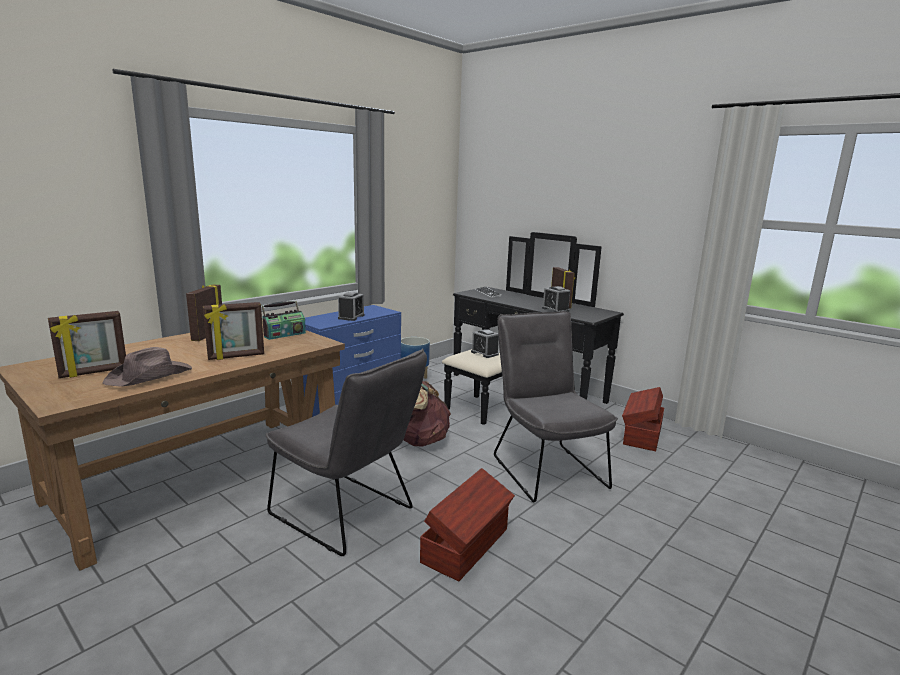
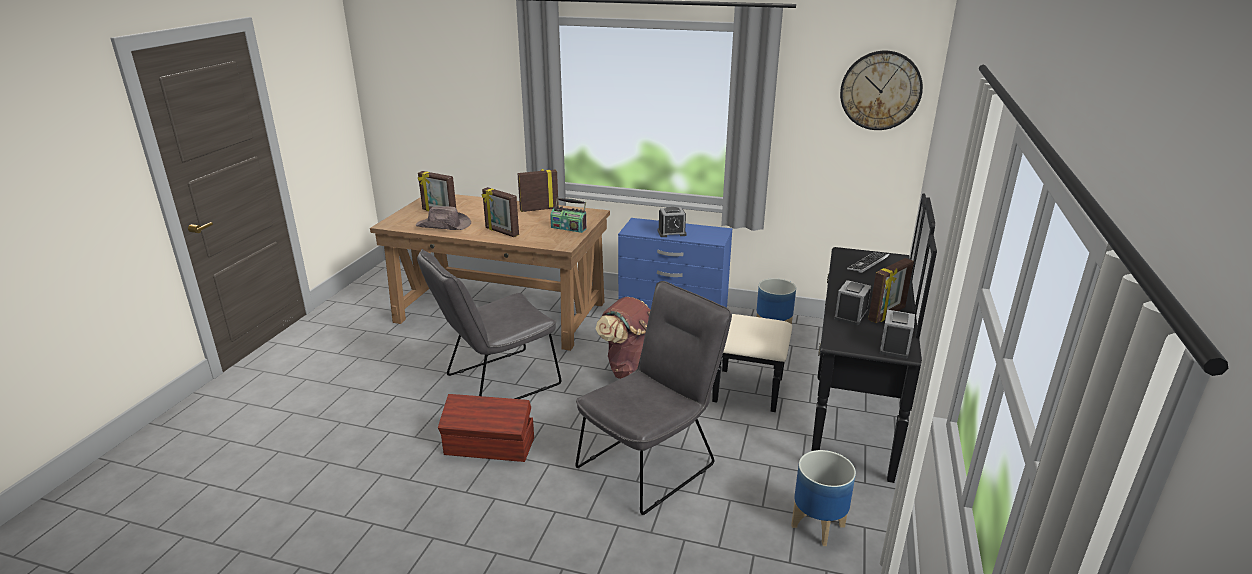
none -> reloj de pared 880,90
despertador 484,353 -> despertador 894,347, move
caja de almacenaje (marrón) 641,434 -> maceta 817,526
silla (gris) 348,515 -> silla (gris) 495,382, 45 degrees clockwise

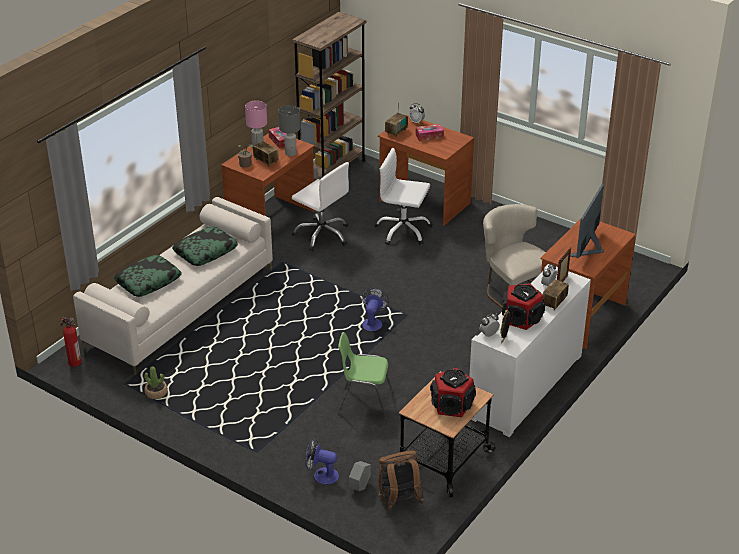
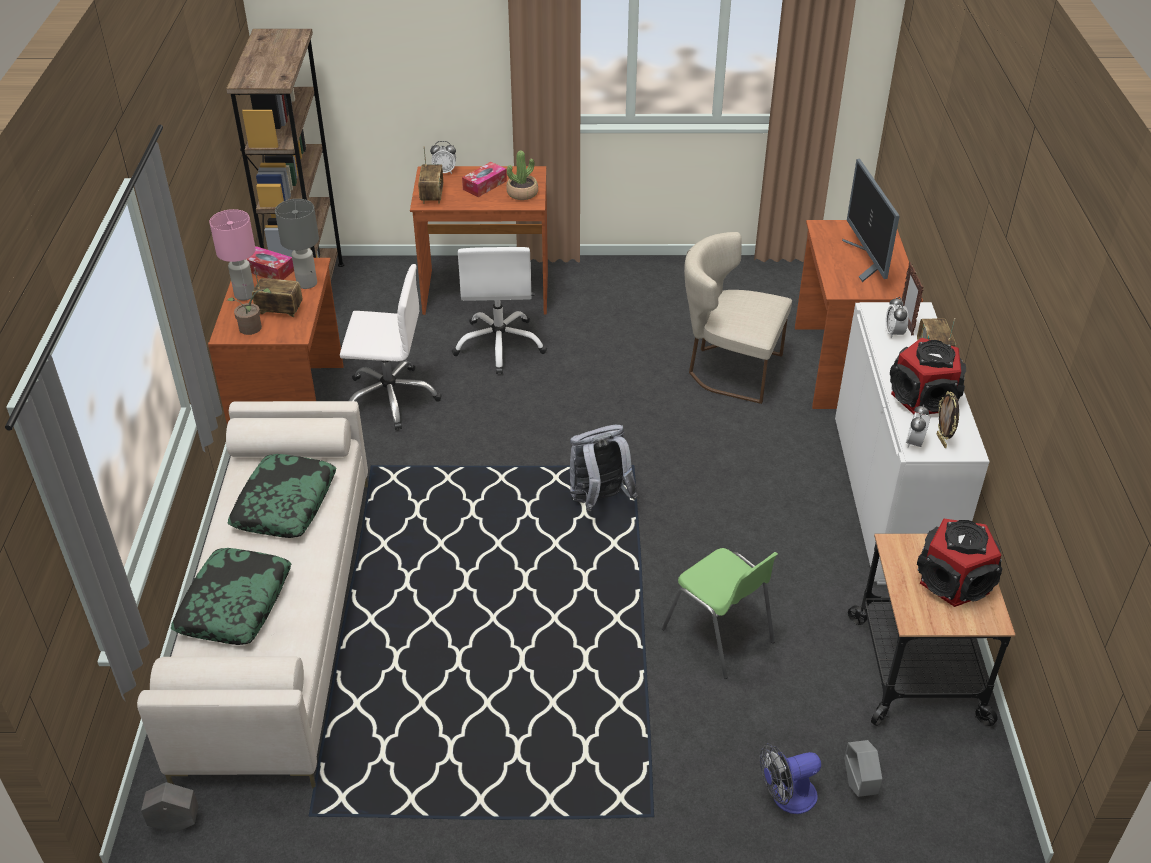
mochila (marrón) 398,502 -> none
planta en maceta 156,393 -> planta en maceta 522,193, move
extintor 74,362 -> maceta (gris) 176,823
ventilador 373,322 -> mochila (gris) 599,500
silla (verde) 364,403 -> silla (verde) 719,636, 105 degrees counterclockwise
silla de oficina (blanco) 403,231 -> silla de oficina (blanco) 500,345, 75 degrees counterclockwise

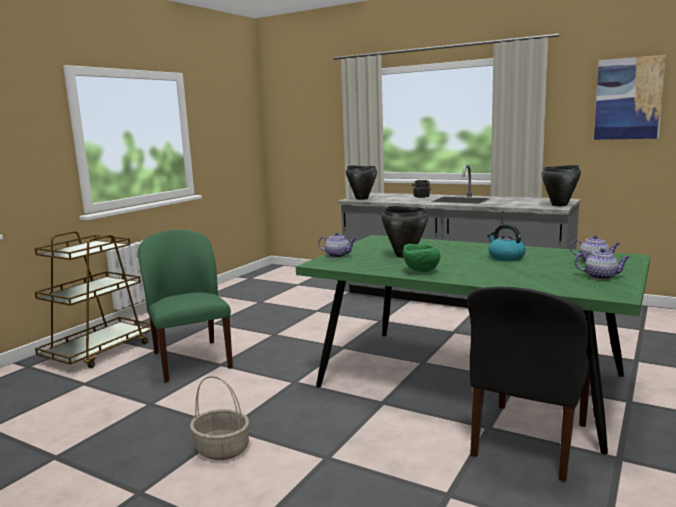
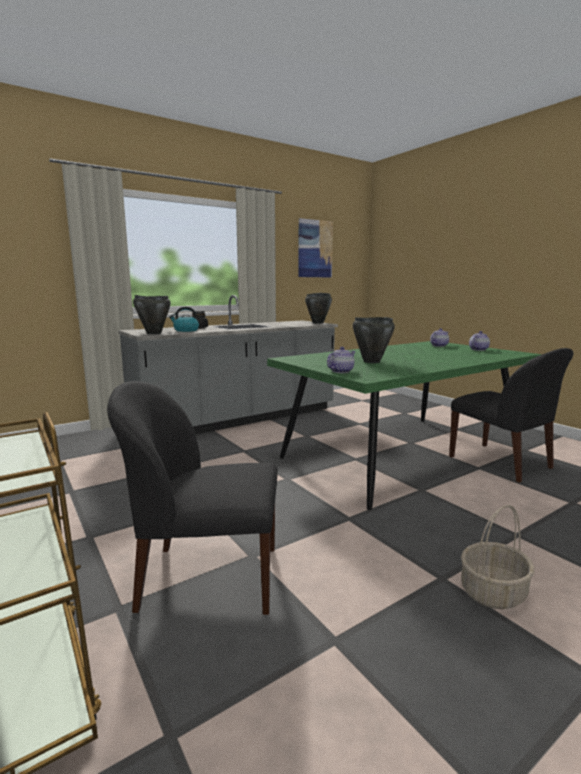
cuenco (verde) 420,271 -> none
hervidor 505,257 -> hervidor 186,330, move
silla (verde) 191,360 -> silla (negro) 207,578

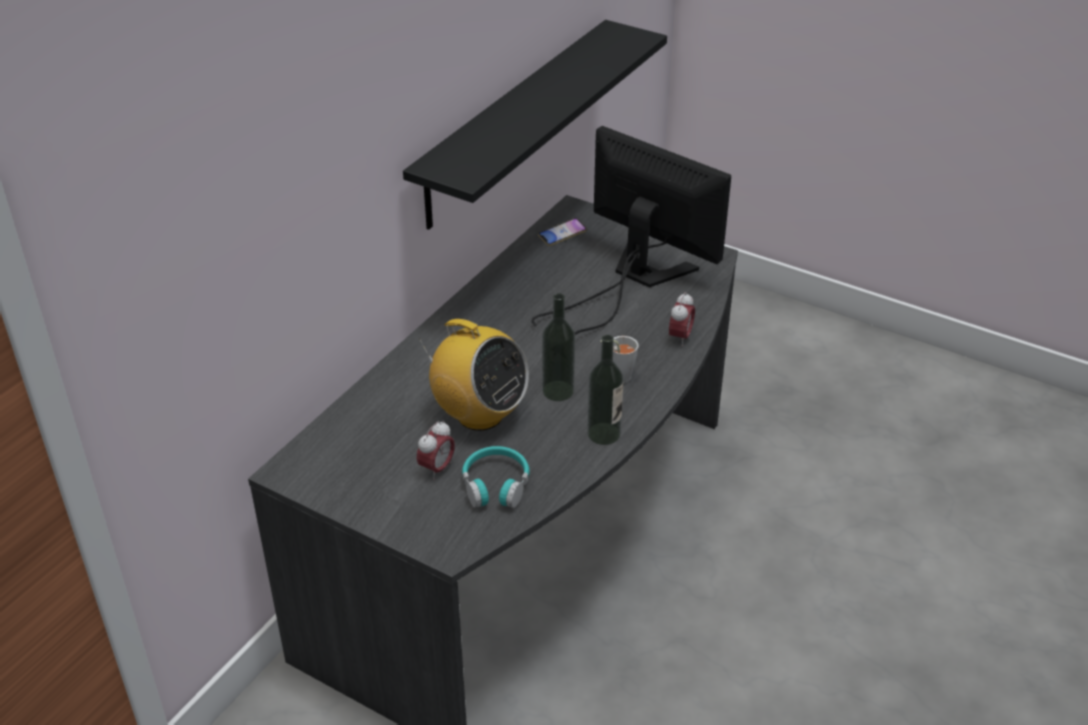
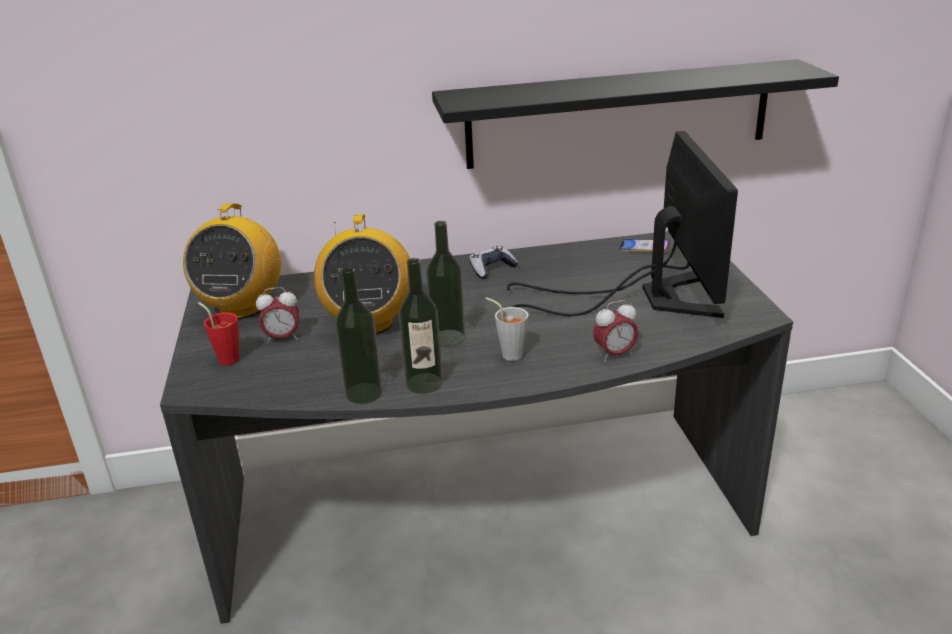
auriculares (turquesa) 495,485 -> none
none -> radio 242,308
none -> taza (rojo) 226,358
none -> botella 364,393
none -> mando de consola 492,269

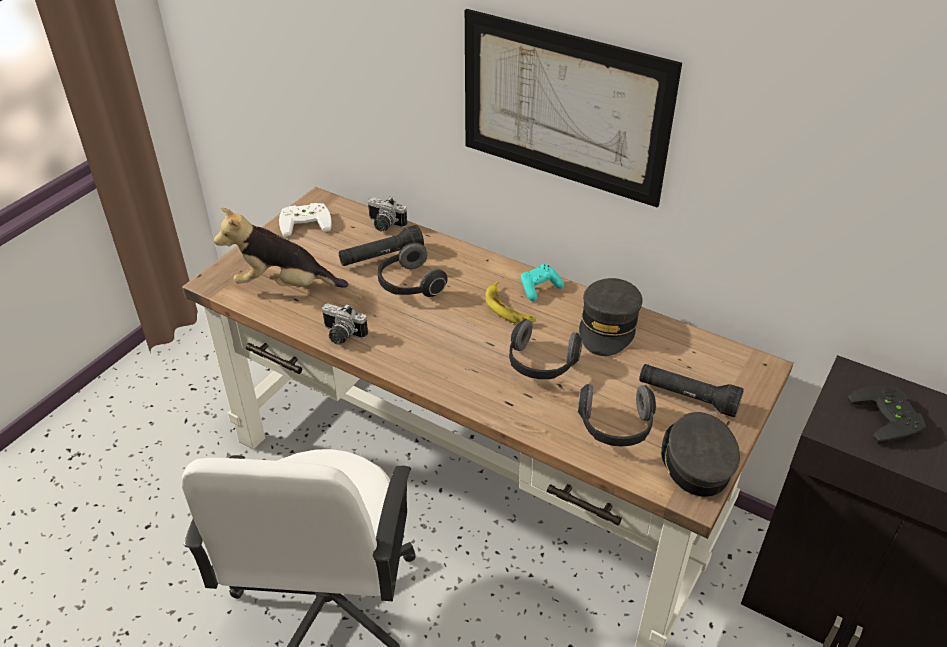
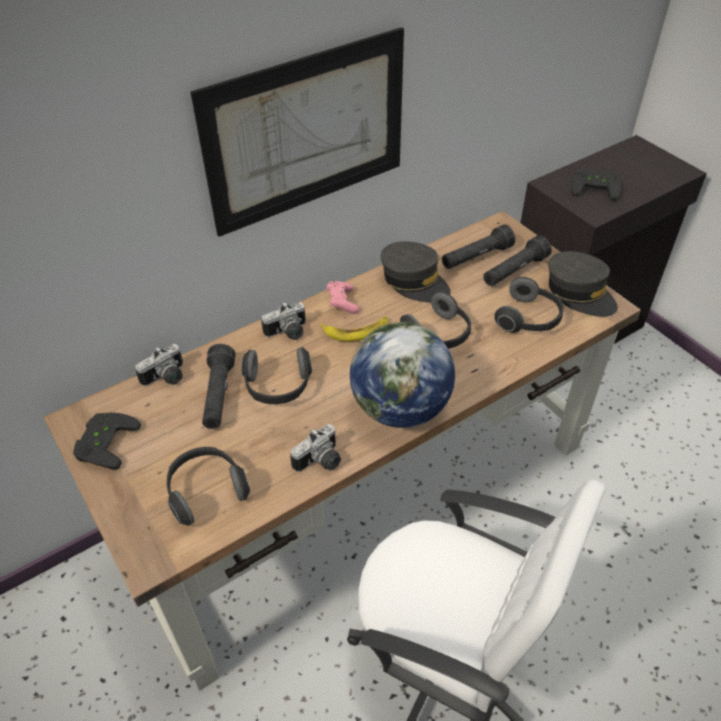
none -> cámara 288,333
none -> globo terráqueo 400,409
none -> linterna (negro) 476,257
peluche 284,285 -> auriculares 206,491
mando de consola (blanco) 305,221 -> mando de consola (negro) 103,442
mando de consola (turquesa) 539,288 -> mando de consola (rosa) 342,303
gorra (gris) 695,462 -> gorra (gris) 579,293, 150 degrees counterclockwise

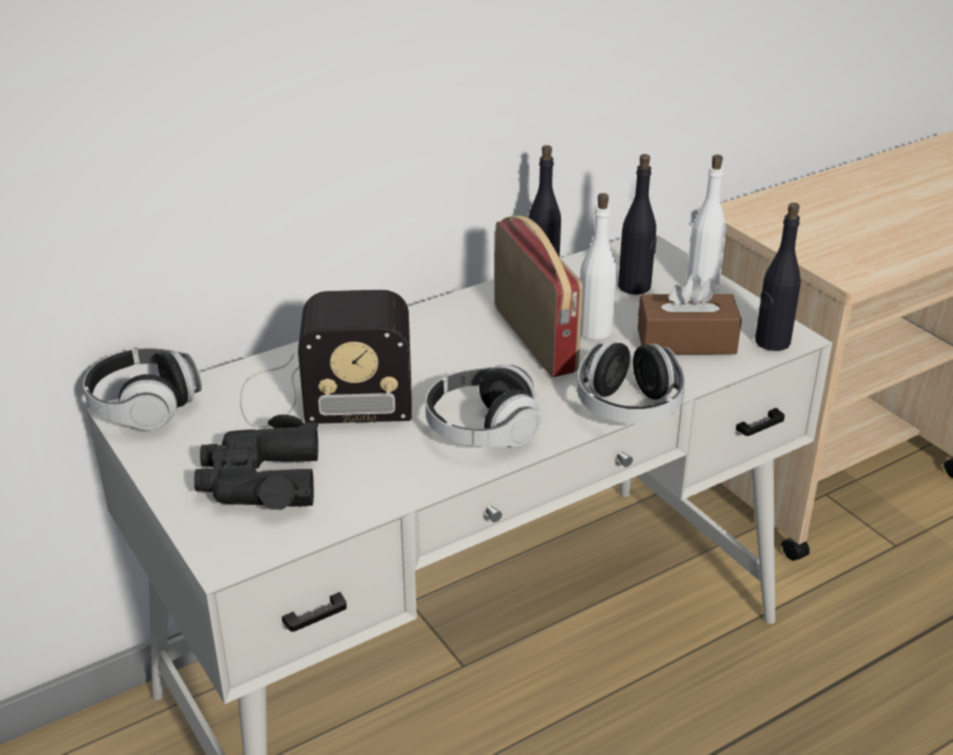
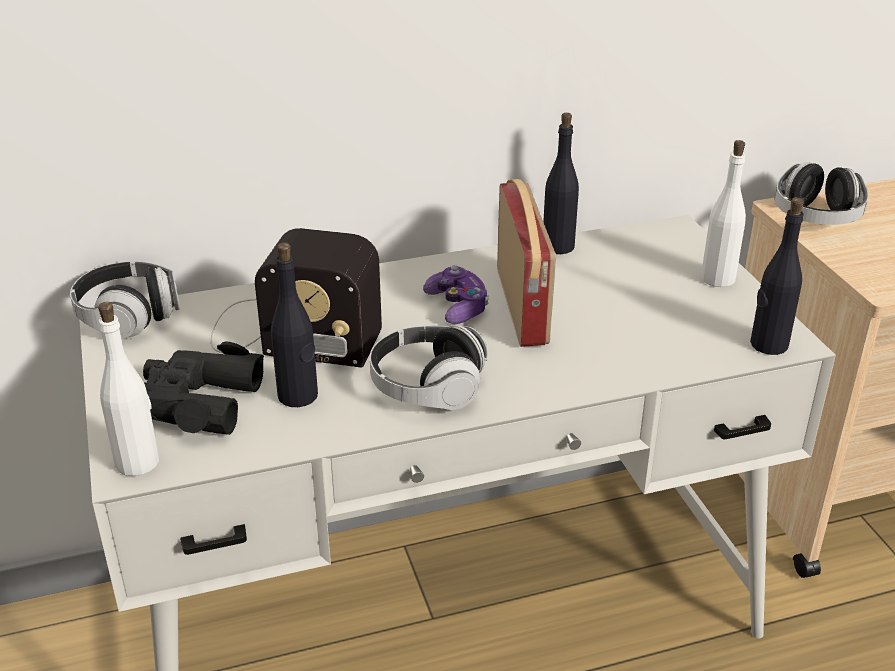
caja de pañuelos (marrón) 686,341 -> none
none -> mando de consola 457,306
auriculares 628,407 -> auriculares 816,217, move
botella (blanco) 595,330 -> botella (blanco) 138,462, move
botella (negro) 635,287 -> botella (negro) 298,396, move

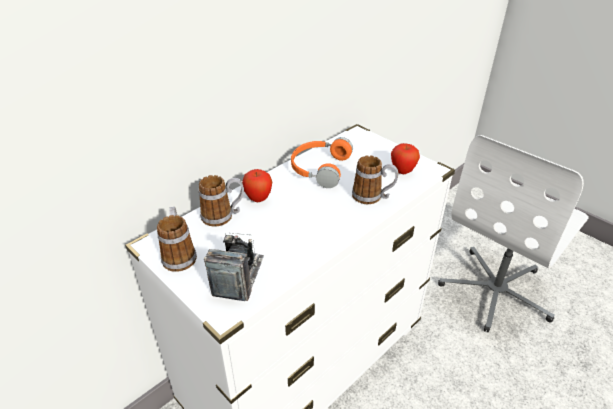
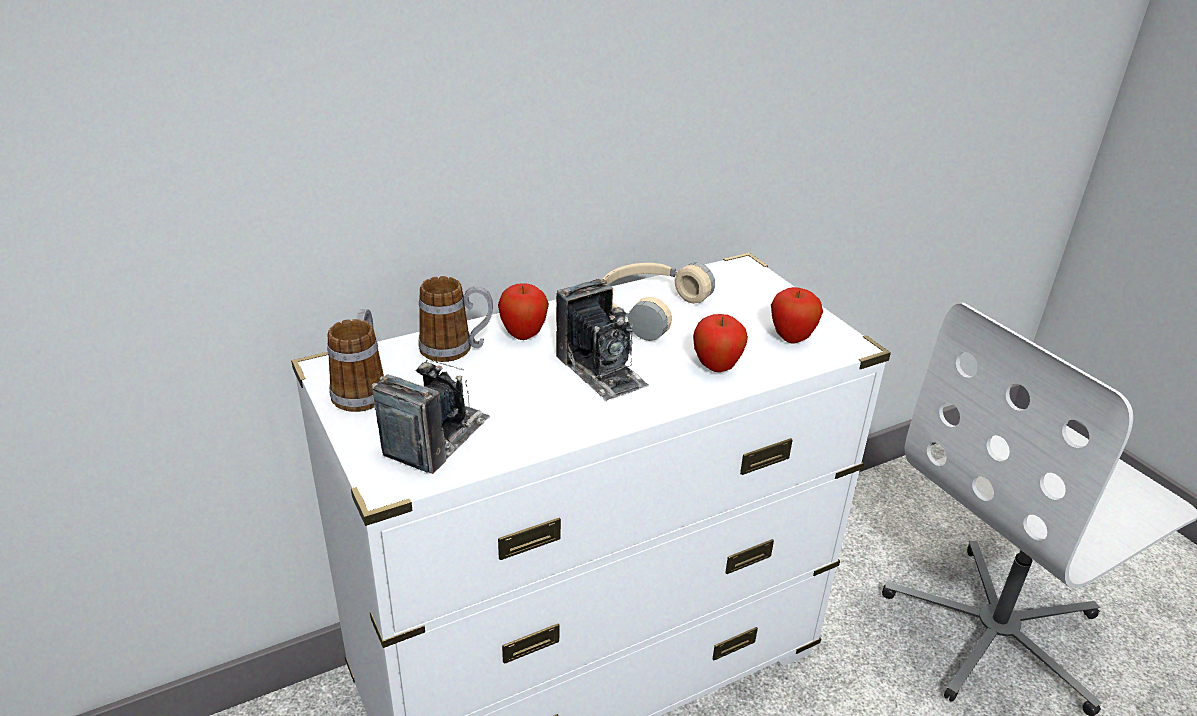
none -> cámara 601,370
taza grande 373,197 -> manzana 716,368
auriculares (naranja) 319,168 -> auriculares (beis) 646,308

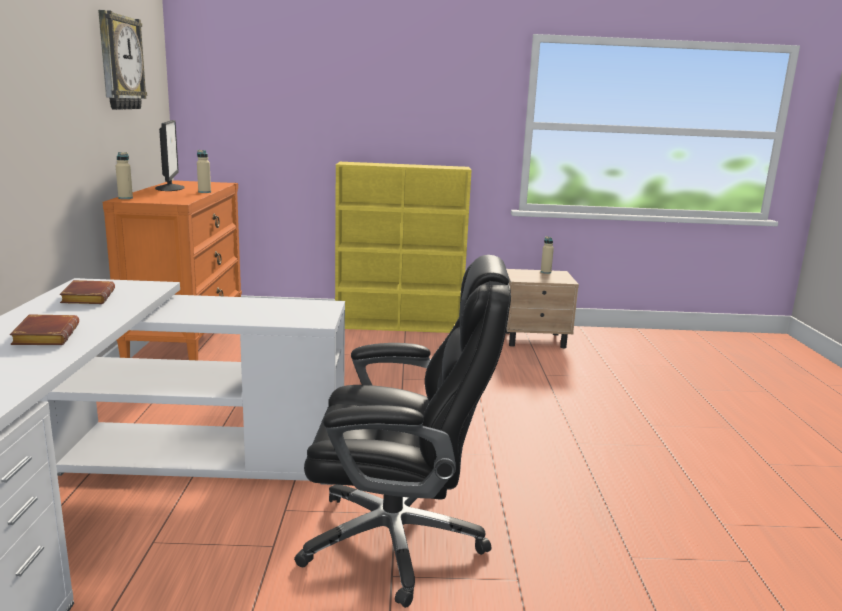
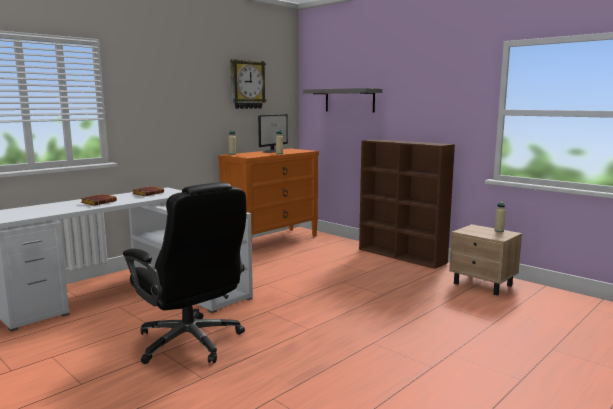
none -> estante (gris) 349,100
estantería (amarillo) 400,325 -> estantería (marrón) 402,256

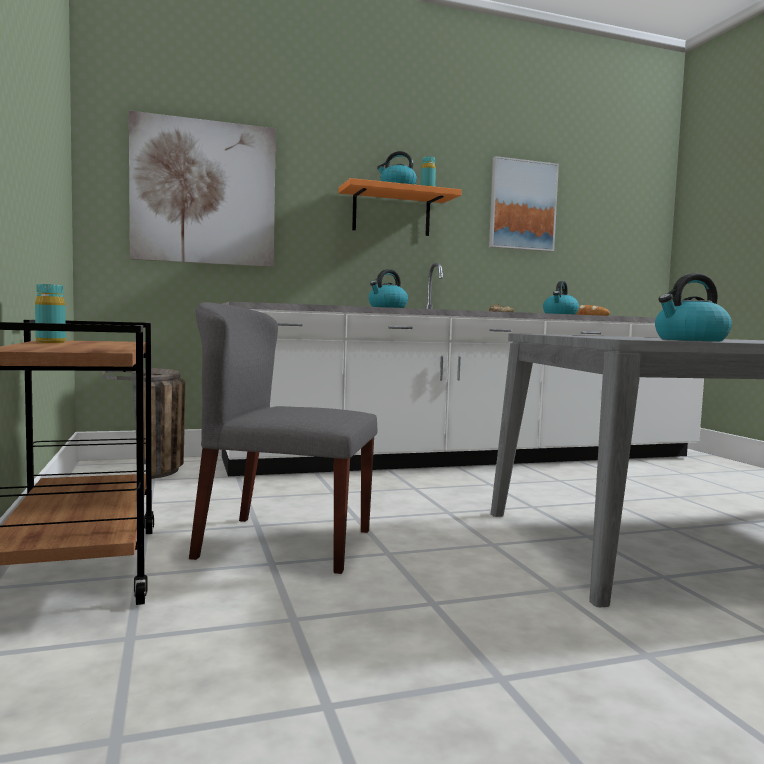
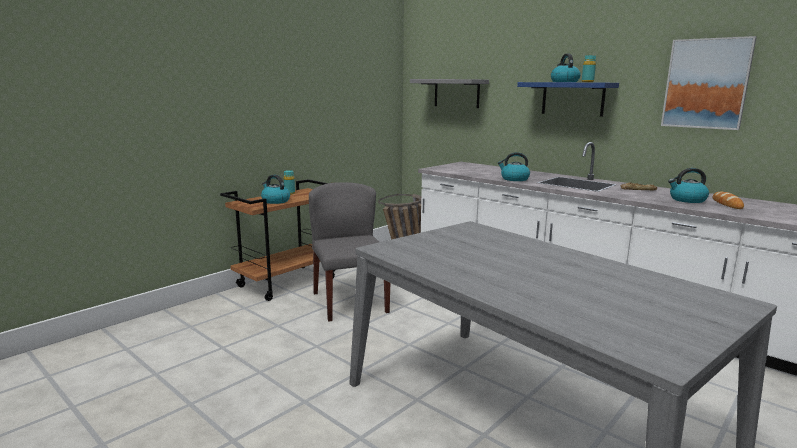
hervidor 690,340 -> hervidor 275,201, move
cuadro 204,192 -> estante (gris) 456,93
estante (naranja) 391,212 -> estante (azul) 572,98

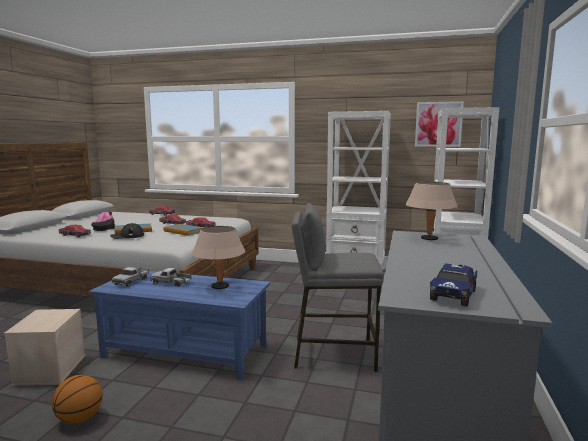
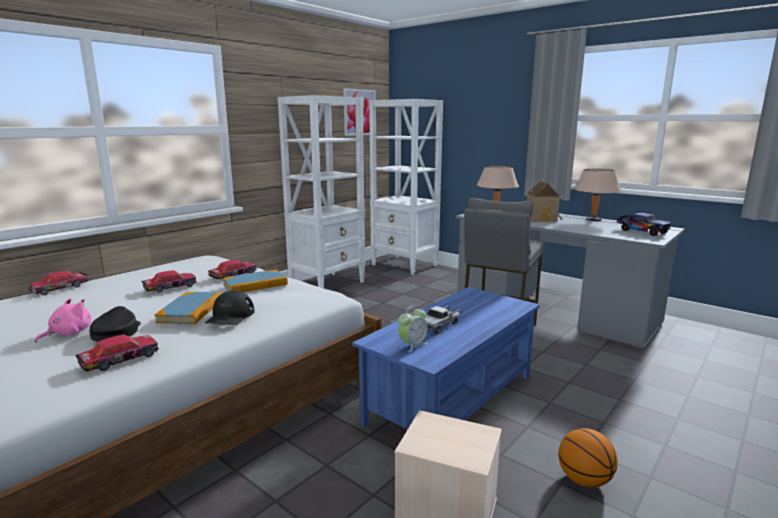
none -> casita 542,219
lámpara de mesa (beis) 220,287 -> lámpara de mesa (beis) 593,220, move
camión de juguete 132,281 -> despertador 412,345

